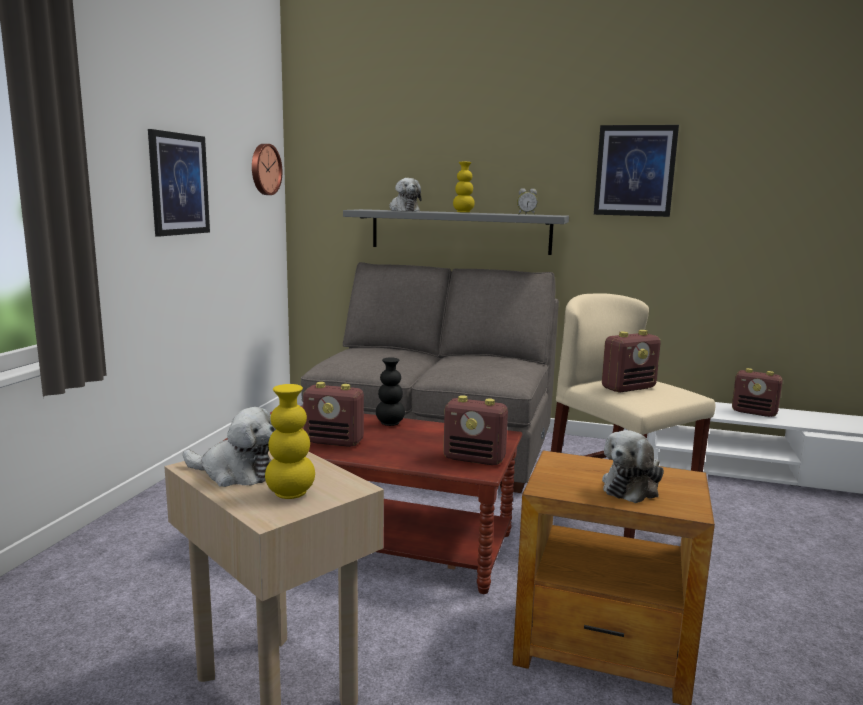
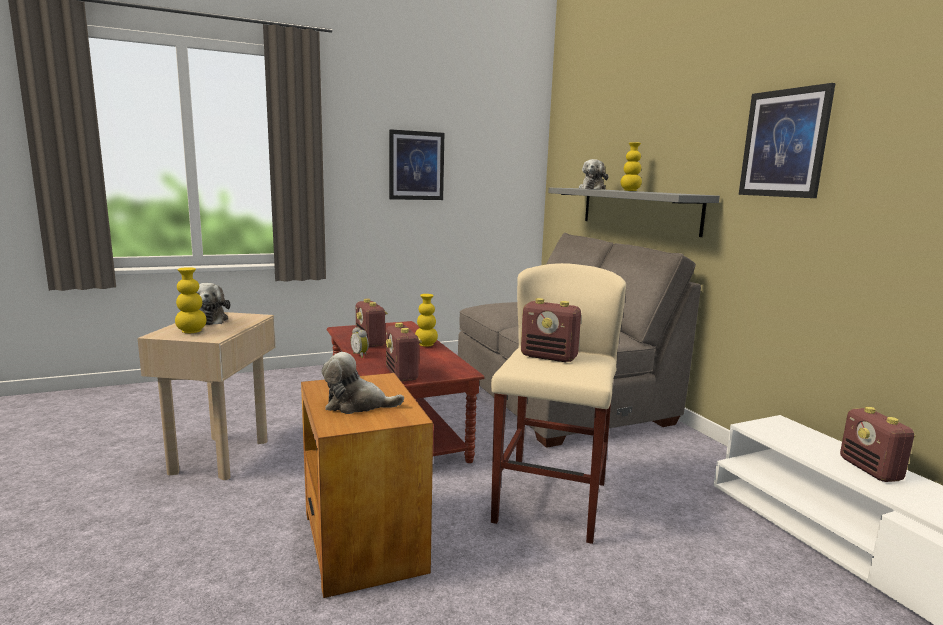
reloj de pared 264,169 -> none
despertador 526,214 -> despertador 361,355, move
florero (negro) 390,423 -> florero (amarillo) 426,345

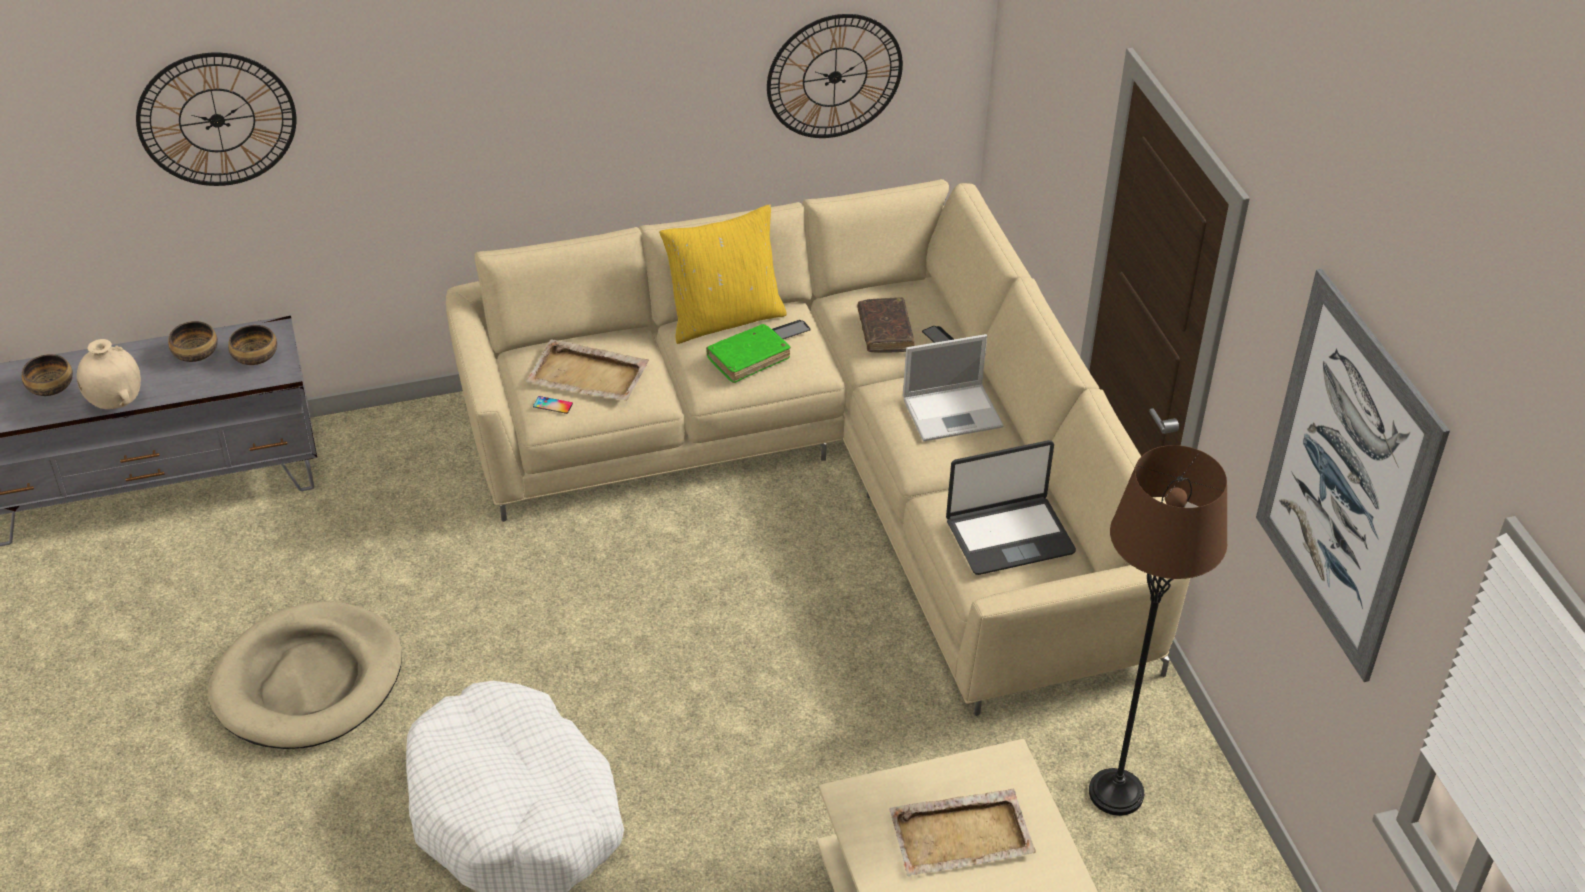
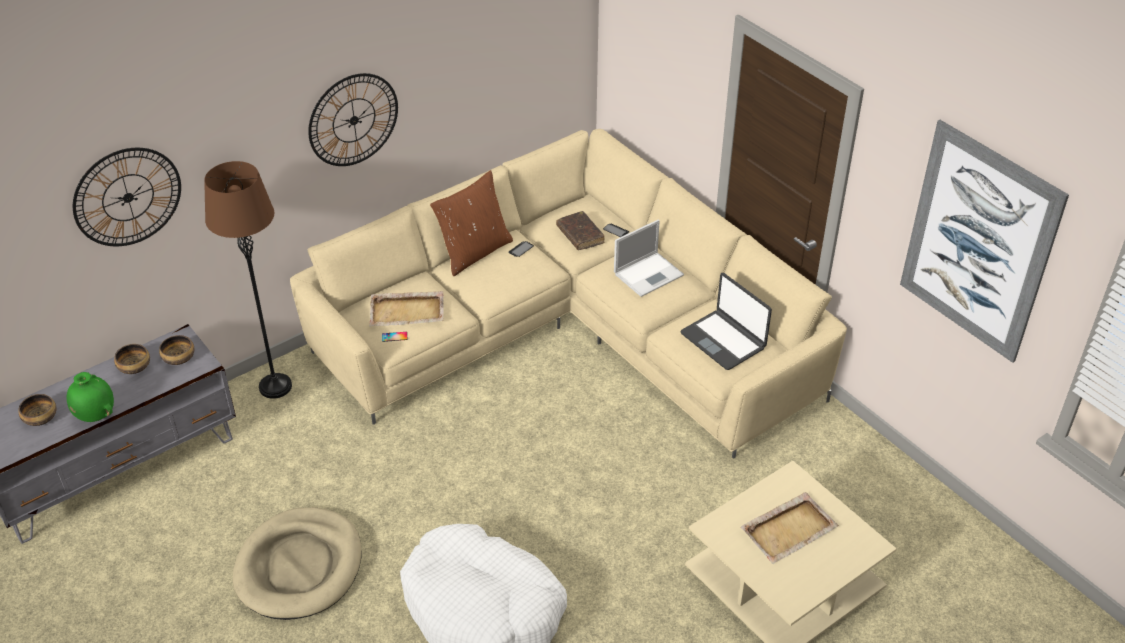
libro (verde) 748,359 -> none
reloj de pared 834,76 -> reloj de pared 353,120, move
lámpara de pie (marrón) 1116,793 -> lámpara de pie (marrón) 275,386, move
florero (beis) 115,402 -> florero (verde) 95,415
cojín (amarillo) 724,318 -> cojín (marrón) 474,252
portátil 1009,536 -> portátil 723,340, 90 degrees clockwise

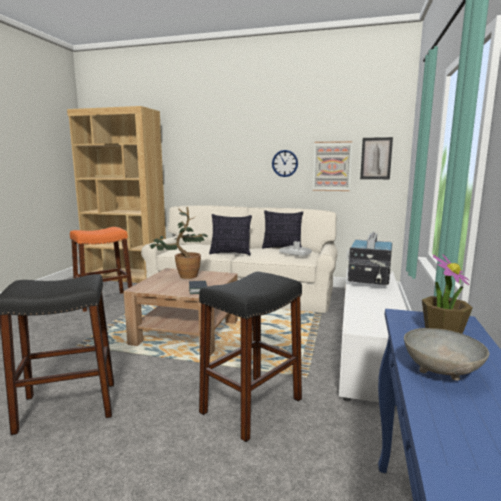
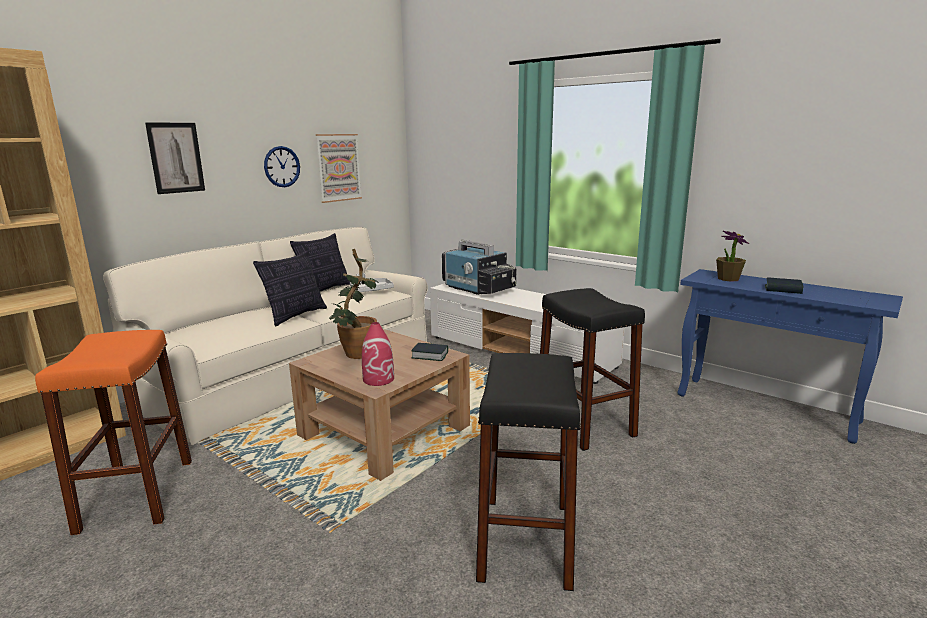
none -> florero (rojo) 379,379
cuadro 376,158 -> cuadro 176,158, move
cuenco (gris) 440,373 -> libro 783,289

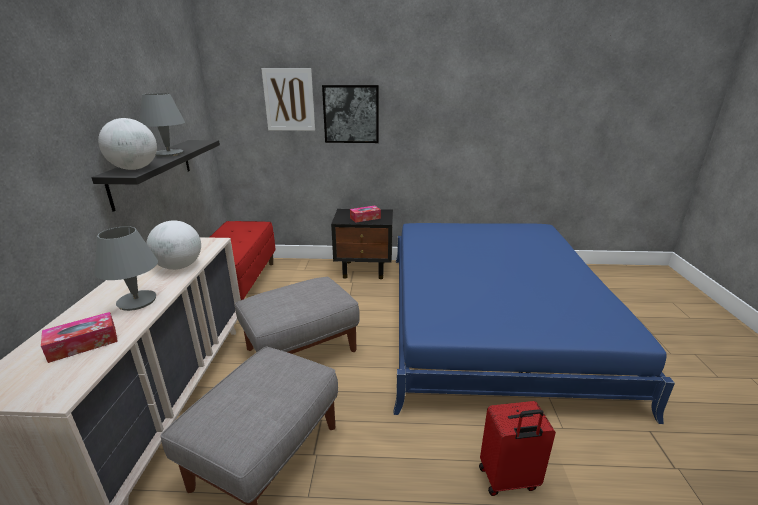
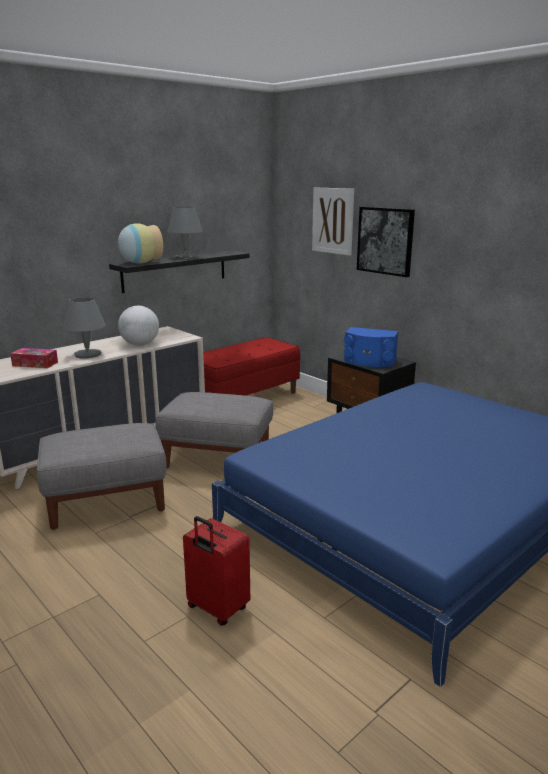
globo terráqueo 134,169 -> florero 140,263
caja de pañuelos 365,218 -> altavoz (azul) 369,361

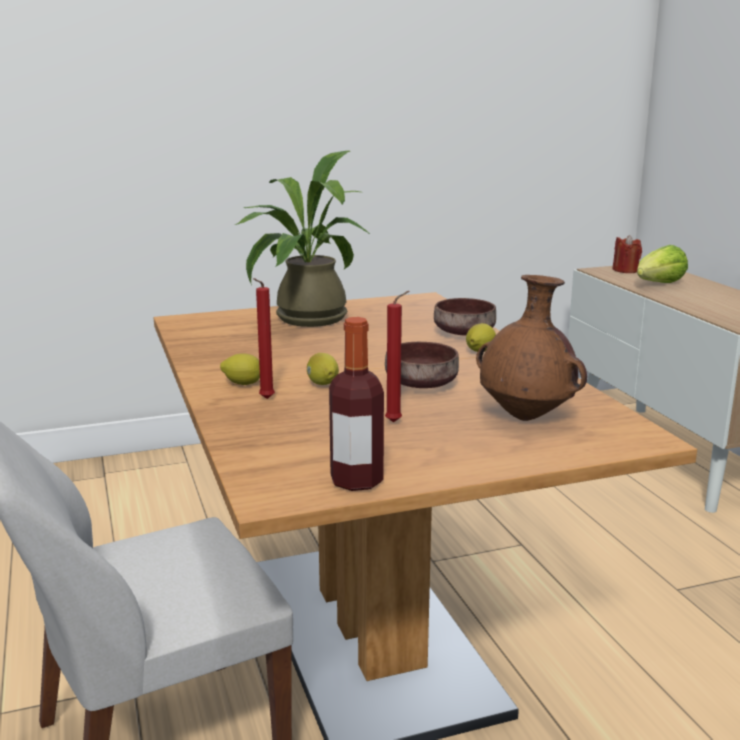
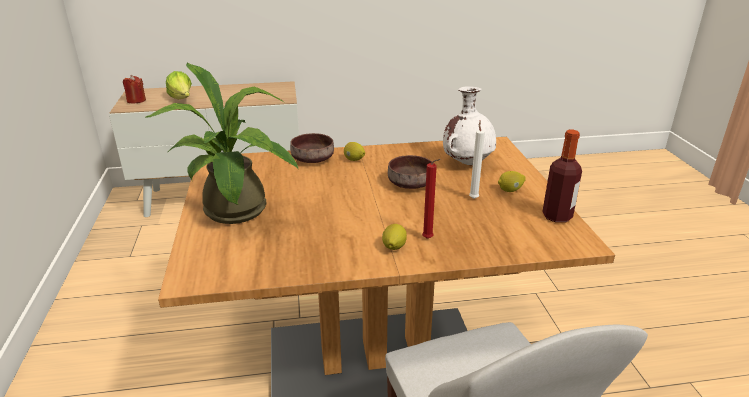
limón 323,384 -> limón 510,190, move
vela (rojo) 396,422 -> vela (blanco) 473,198
florero (marrón) 527,417 -> florero (blanco) 467,163

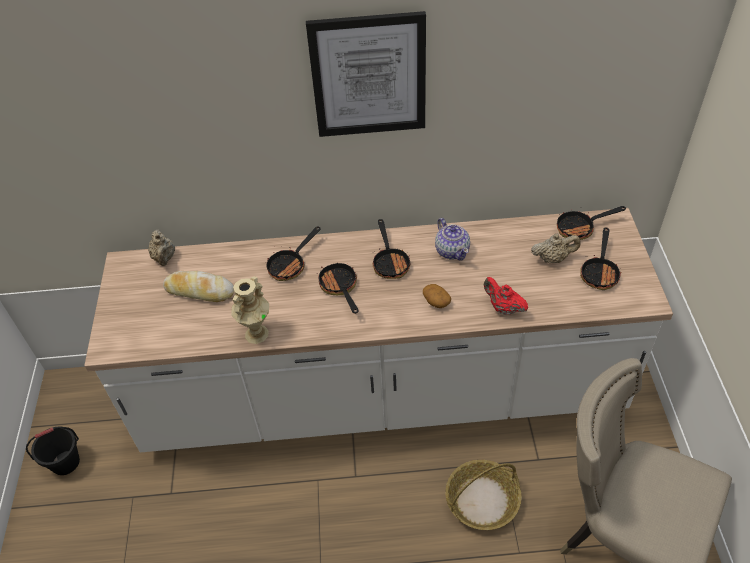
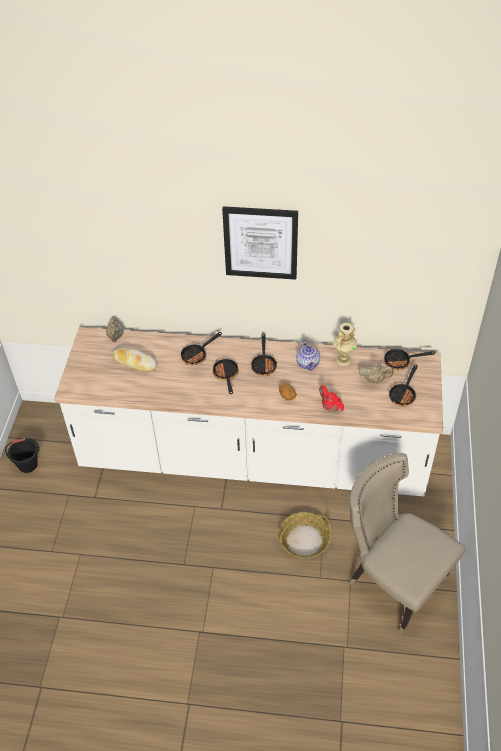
florero (beis) 256,333 -> florero (beis) 343,359, move

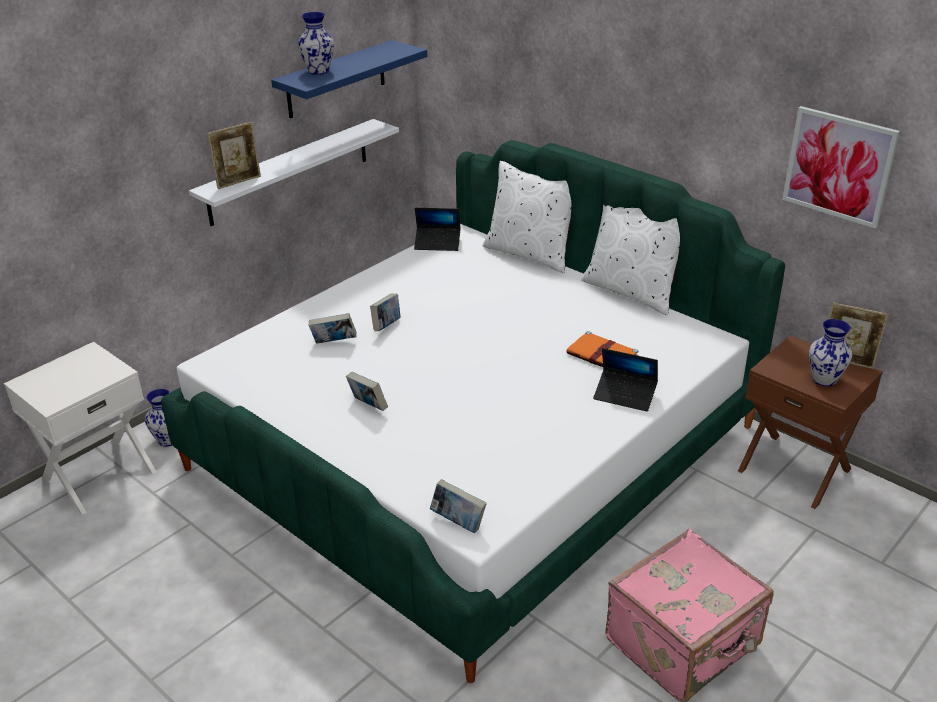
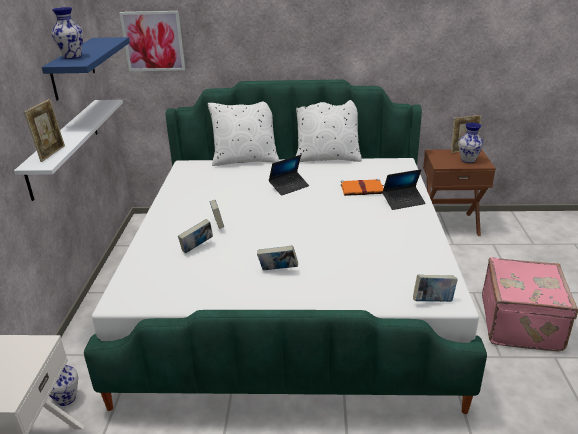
portátil 437,243 -> portátil 289,187, move
cuadro 839,166 -> cuadro 153,41, move

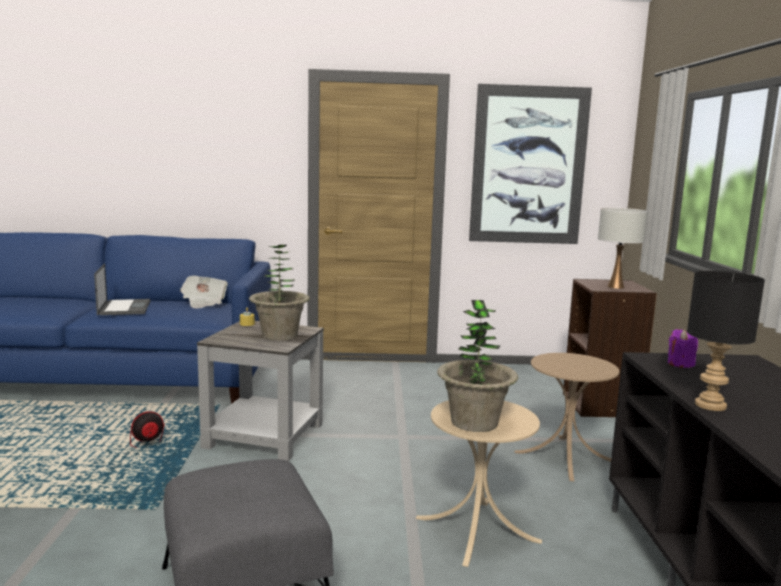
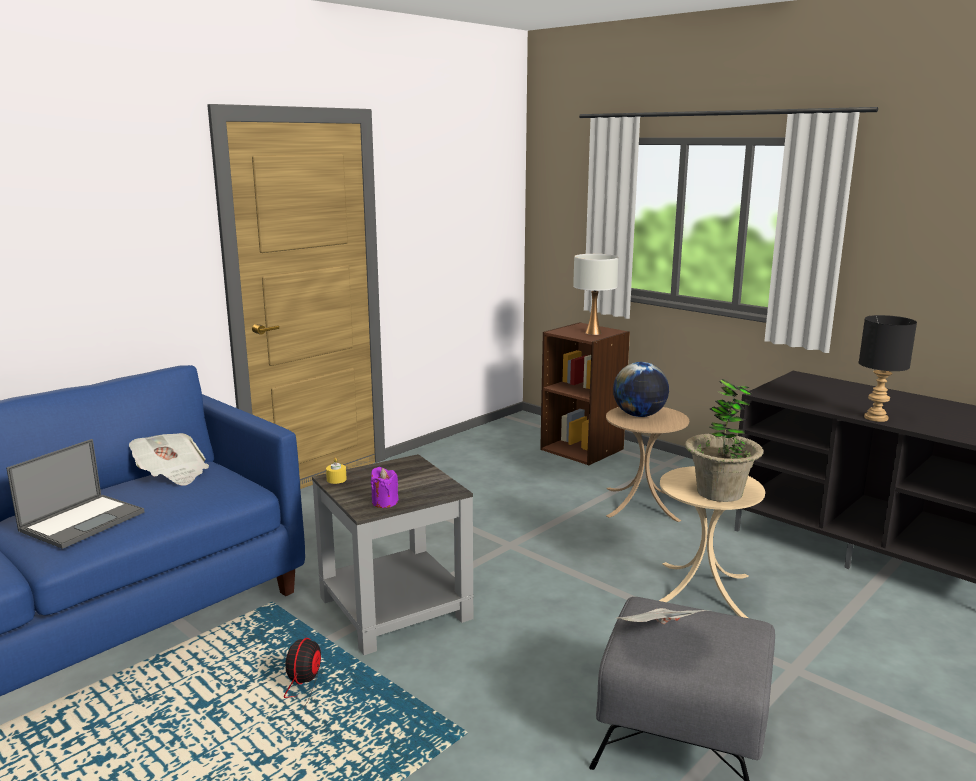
planta en maceta 280,335 -> none
cuadro 528,166 -> none
none -> globo terráqueo 639,415
none -> periódico 660,637
vela (morado) 680,364 -> vela (morado) 384,502, move
portátil 124,307 -> portátil 83,521, 90 degrees clockwise

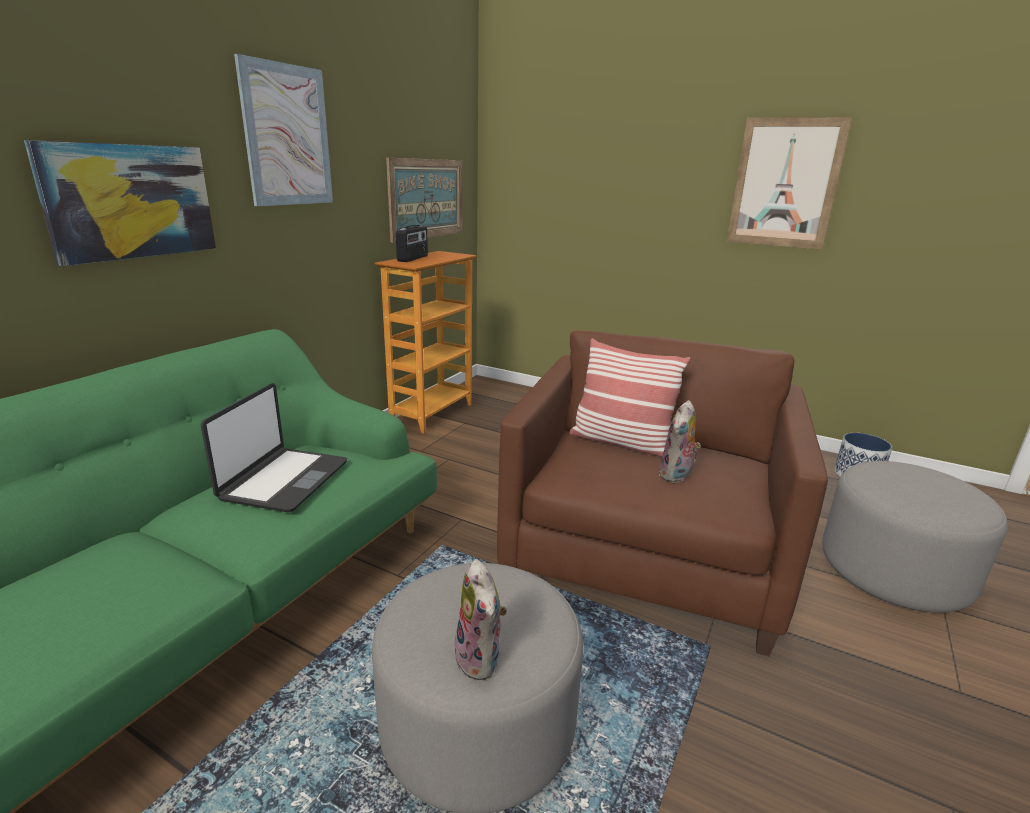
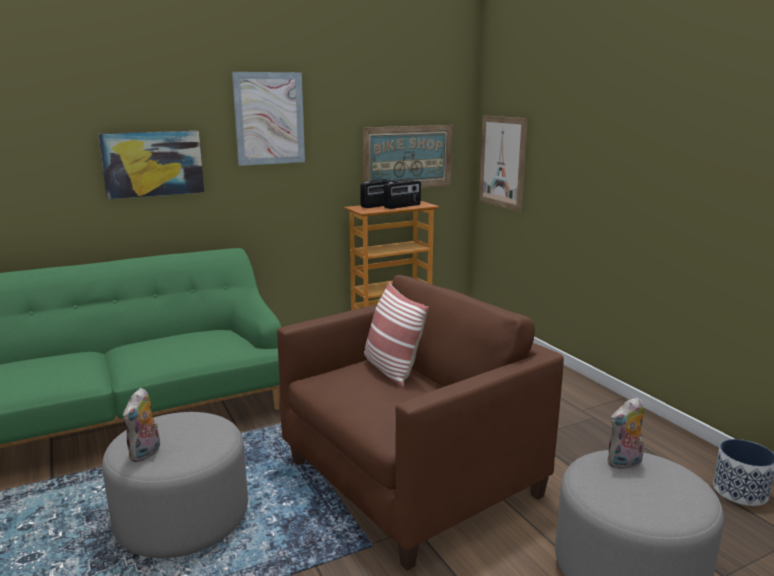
portátil 284,480 -> none
none -> radio 402,206
peluche 677,476 -> peluche 624,464, move
cuadro 785,184 -> cuadro 502,162, move

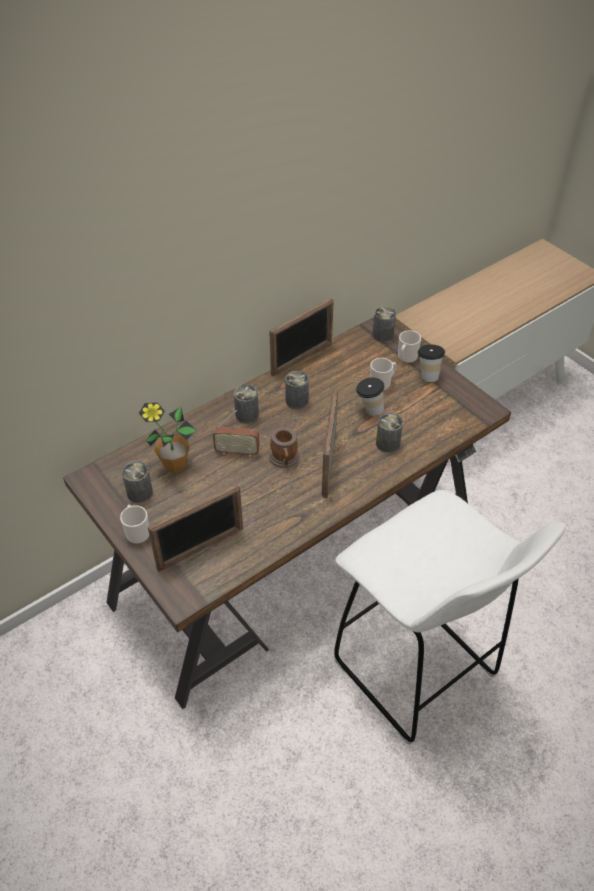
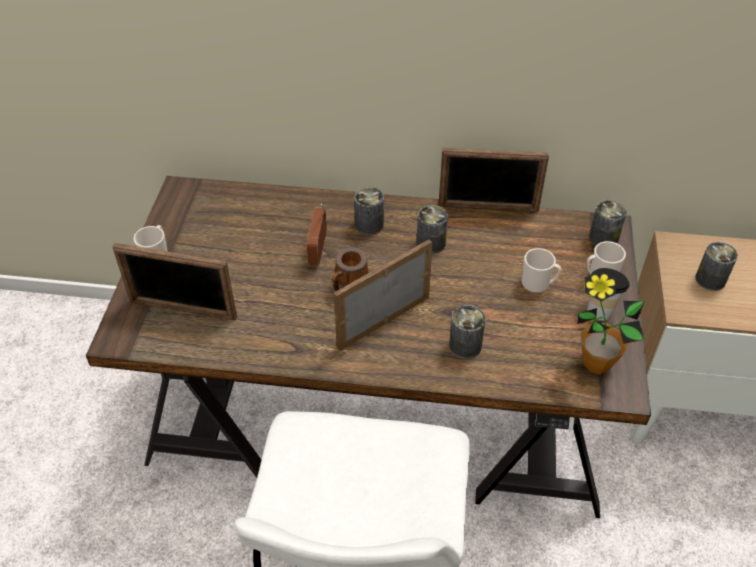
taza 369,410 -> none
lata 140,493 -> lata 710,280, move
planta en maceta 174,465 -> planta en maceta 596,363, move
radio 237,451 -> radio 318,251, 45 degrees clockwise

